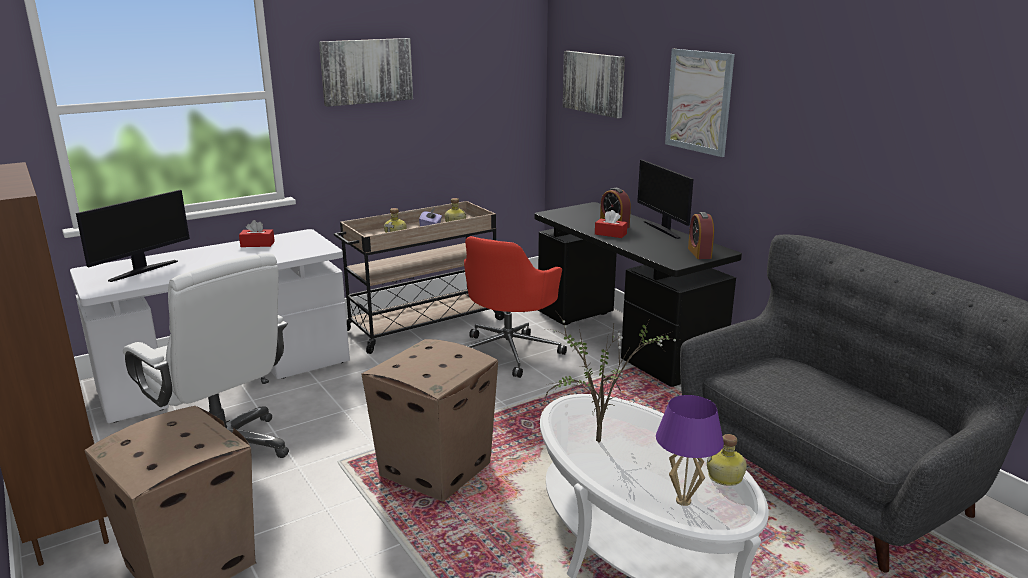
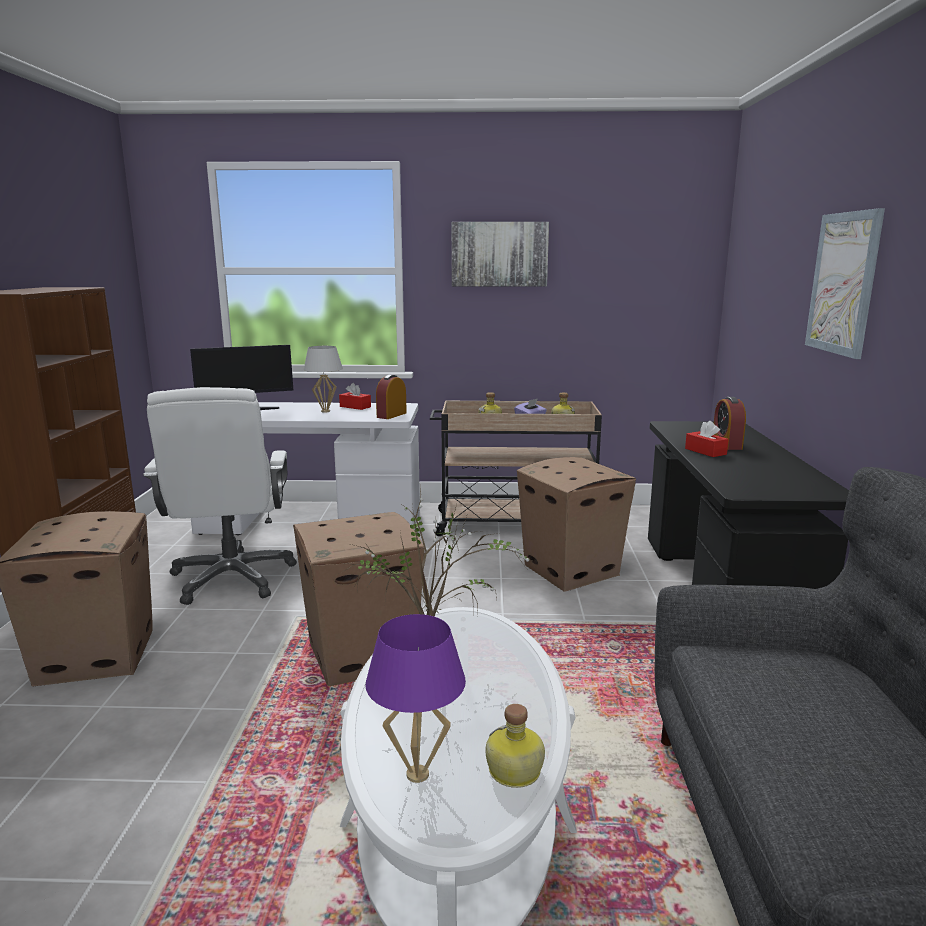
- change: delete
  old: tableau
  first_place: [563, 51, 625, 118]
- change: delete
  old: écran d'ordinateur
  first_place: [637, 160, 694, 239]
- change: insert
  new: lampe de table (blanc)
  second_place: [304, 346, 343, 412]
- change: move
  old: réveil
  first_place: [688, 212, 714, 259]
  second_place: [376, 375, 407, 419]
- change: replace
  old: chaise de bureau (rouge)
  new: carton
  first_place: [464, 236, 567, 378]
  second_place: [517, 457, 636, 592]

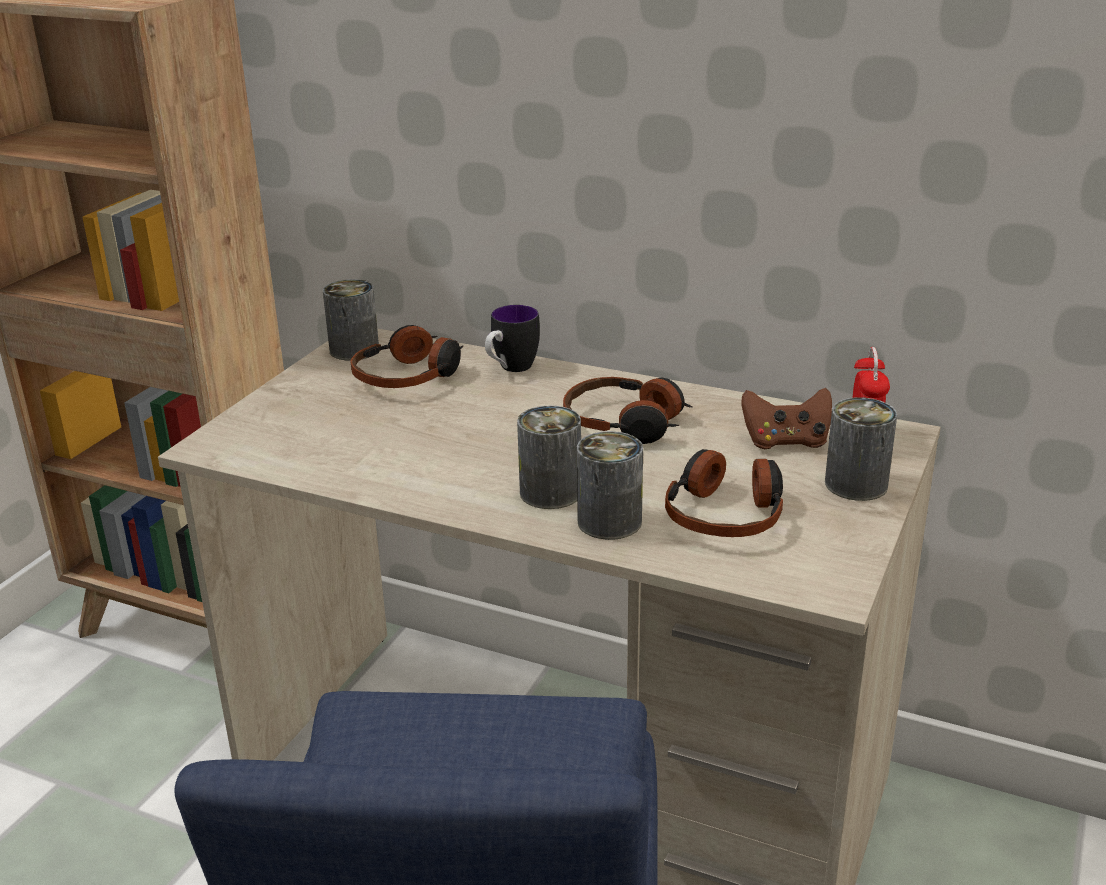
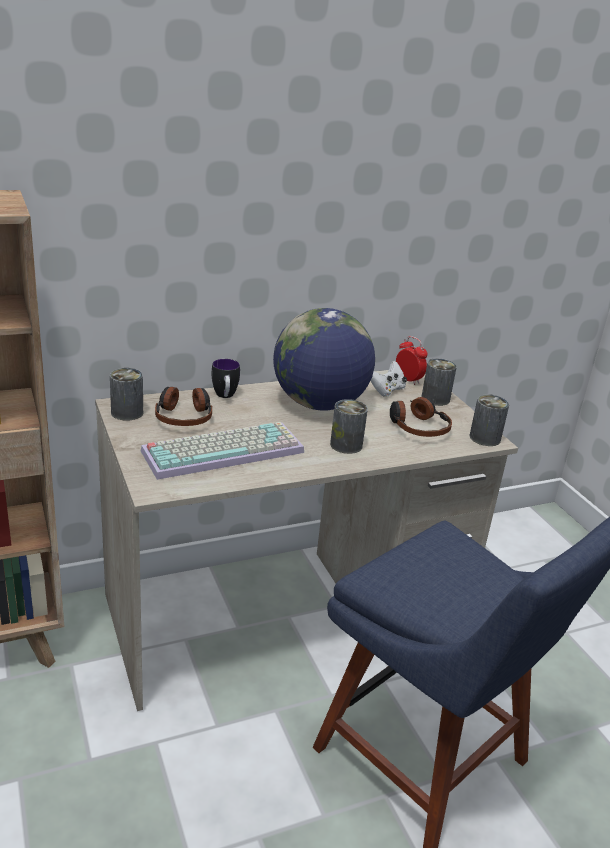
- change: insert
  new: clavier
  second_place: [141, 422, 304, 480]
- change: move
  old: boîte métallique
  first_place: [577, 431, 643, 540]
  second_place: [470, 394, 509, 446]
- change: replace
  old: casque audio
  new: globe
  first_place: [563, 377, 693, 444]
  second_place: [273, 308, 375, 411]
- change: recolor
  old: manette (marron)
  new: manette (blanc)
  first_place: [741, 388, 832, 449]
  second_place: [371, 361, 407, 397]

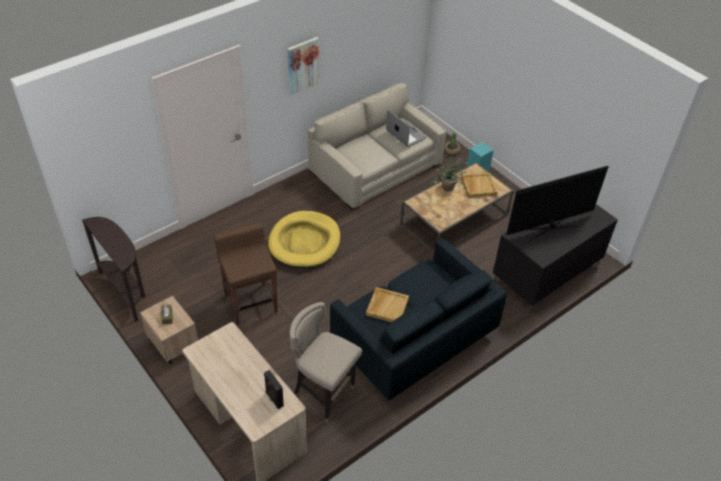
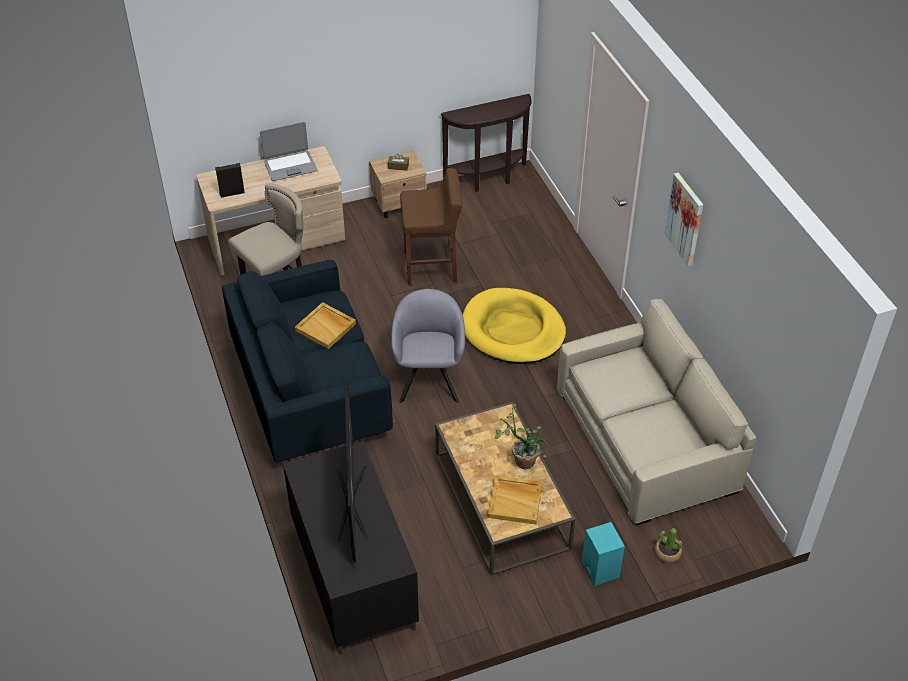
- change: insert
  new: fauteuil (gris)
  second_place: [391, 289, 465, 403]
- change: move
  old: ordinateur portable
  first_place: [386, 110, 426, 147]
  second_place: [260, 122, 318, 181]

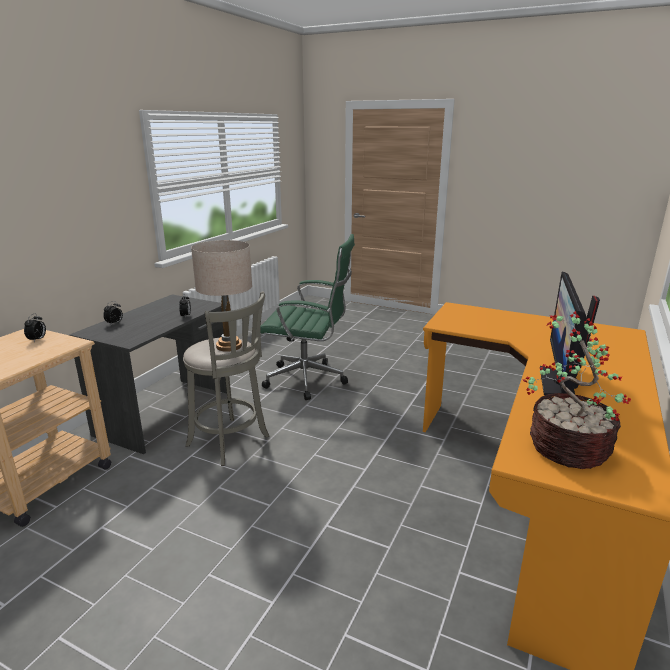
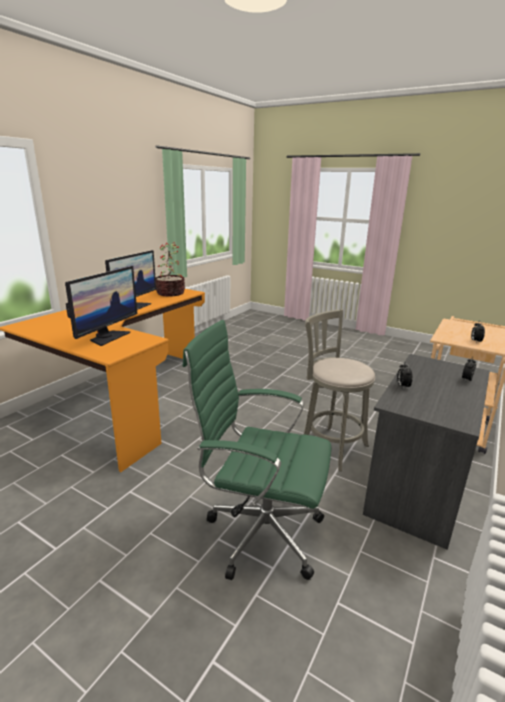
- change: delete
  old: lampe de table (beige)
  first_place: [191, 240, 252, 352]
- change: insert
  new: écran d'ordinateur
  second_place: [65, 266, 137, 346]

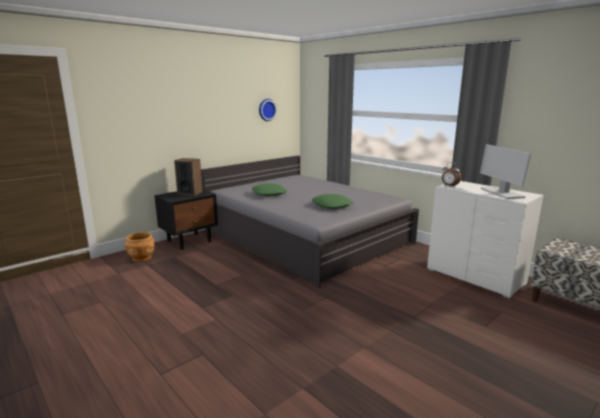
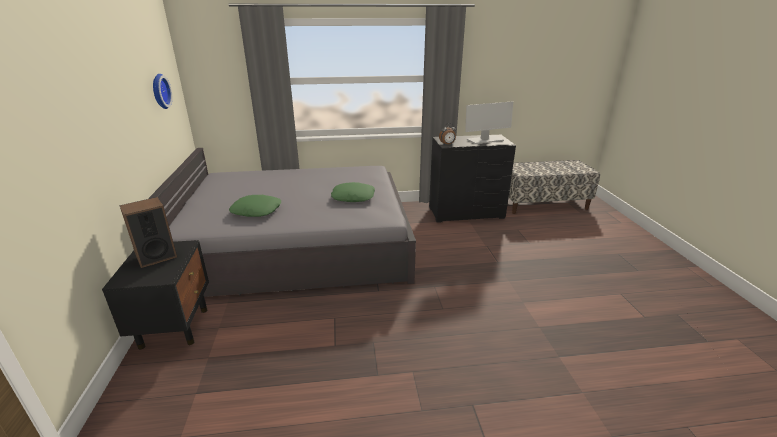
- change: delete
  old: cache-pot (marron)
  first_place: [125, 232, 155, 262]
- change: recolor
  old: commode (blanc)
  new: commode (noir)
  first_place: [427, 181, 544, 299]
  second_place: [429, 135, 516, 223]
- change: rotate
  old: écran d'ordinateur
  first_place: [480, 144, 531, 199]
  second_place: [465, 101, 513, 144]
  degrees: -45

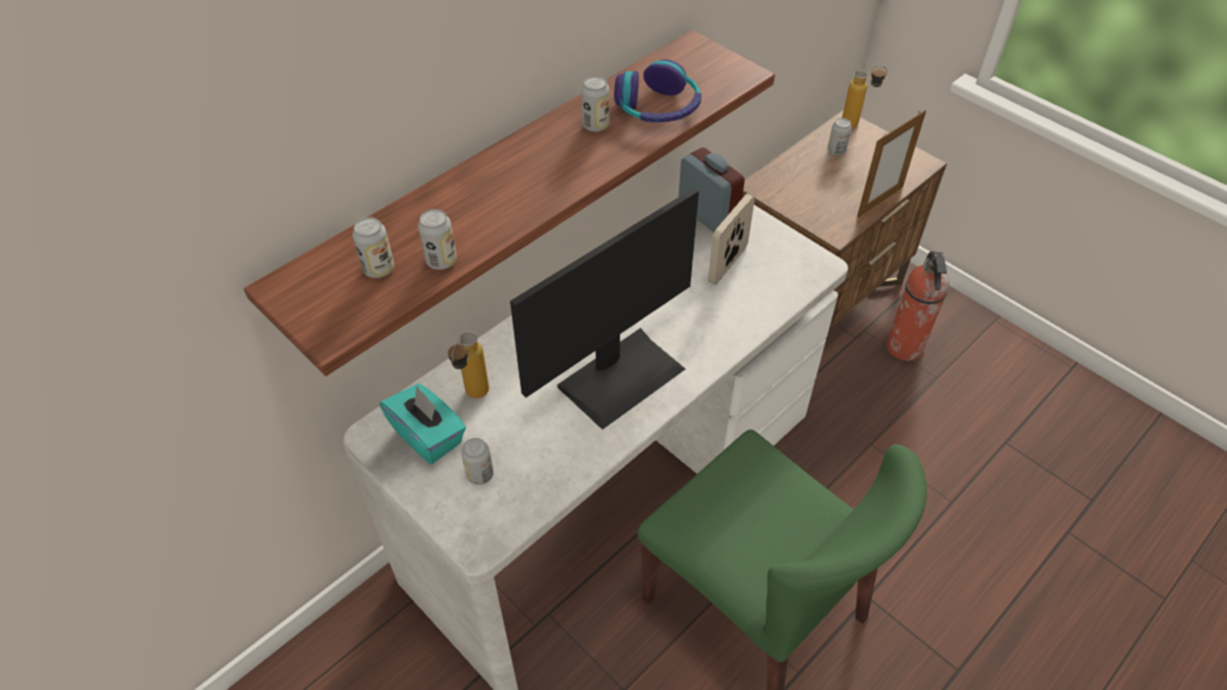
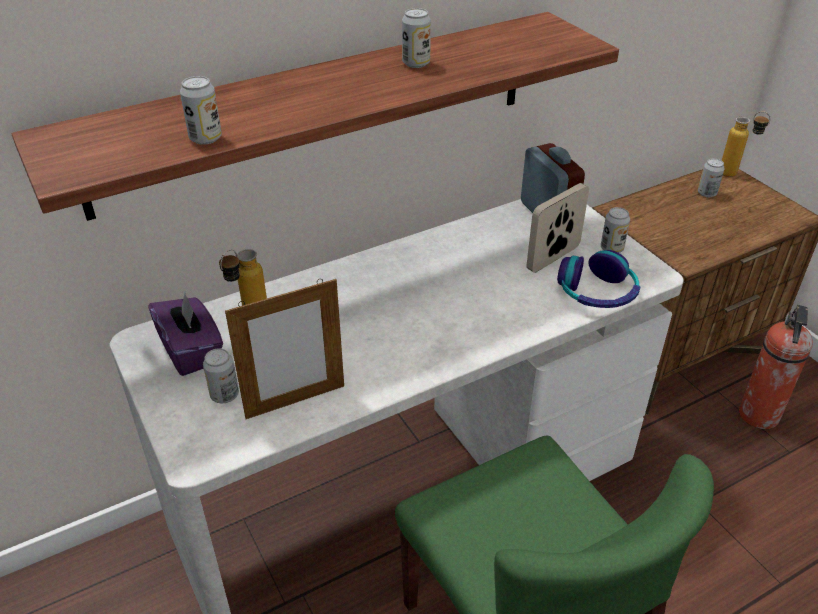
- change: delete
  old: écran d'ordinateur
  first_place: [510, 188, 699, 430]
- change: move
  old: boîte métallique
  first_place: [353, 217, 394, 278]
  second_place: [601, 207, 630, 253]
- change: move
  old: casque audio
  first_place: [614, 60, 702, 122]
  second_place: [557, 250, 640, 308]
- change: move
  old: cadre photo
  first_place: [857, 110, 926, 218]
  second_place: [225, 279, 344, 419]
- change: recolor
  old: boîte à mouchoirs (turquoise)
  new: boîte à mouchoirs (violet)
  first_place: [380, 384, 466, 464]
  second_place: [148, 292, 223, 376]

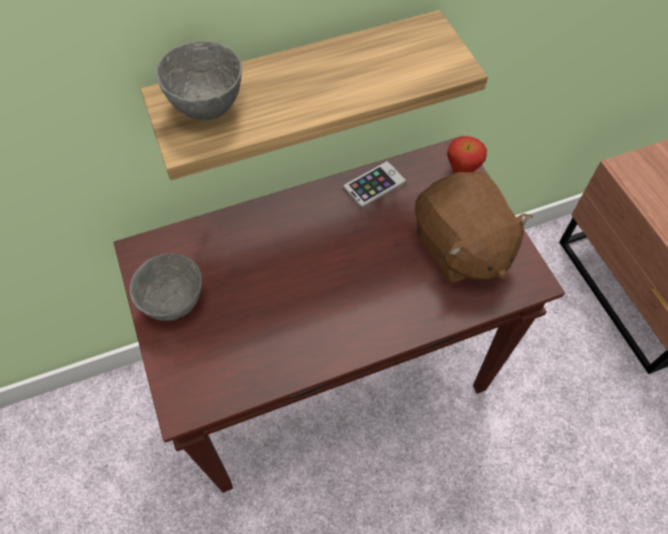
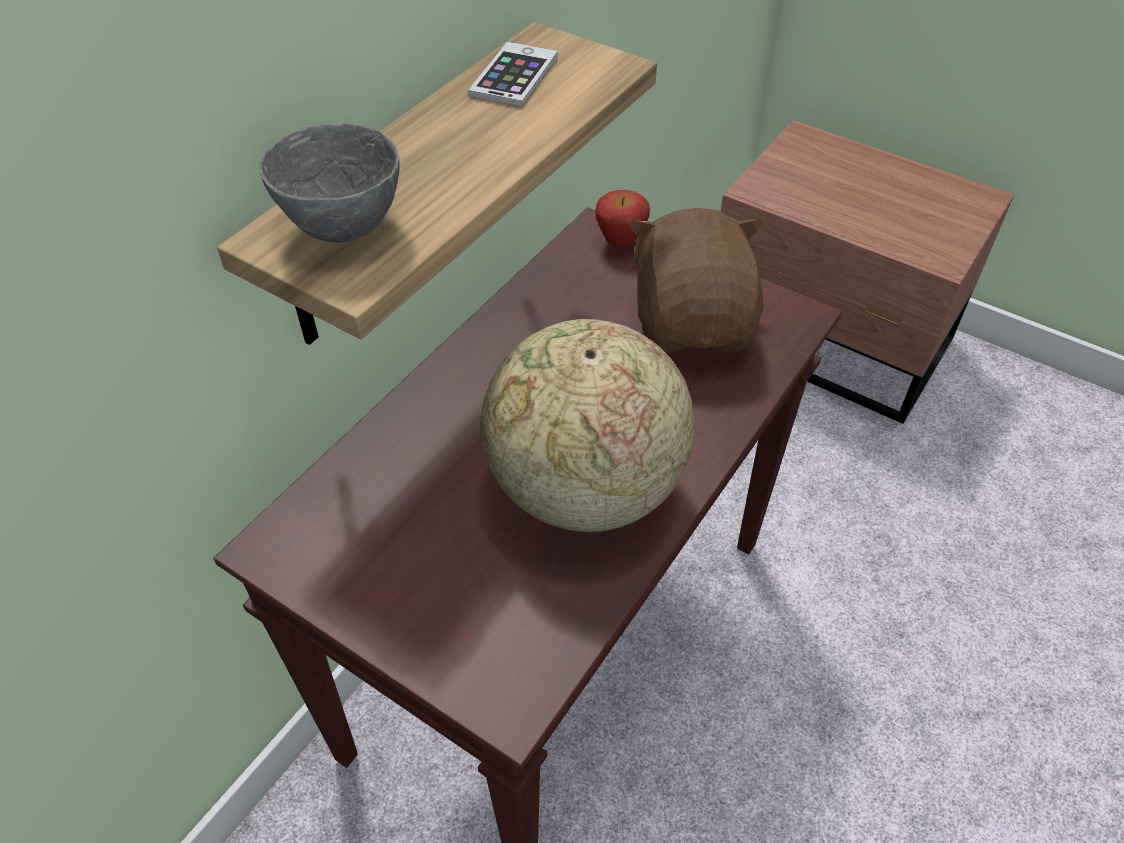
- change: delete
  old: bol (gris)
  first_place: [130, 253, 202, 321]
- change: insert
  new: globe
  second_place: [481, 319, 695, 532]
- change: move
  old: téléphone
  first_place: [343, 161, 406, 208]
  second_place: [468, 42, 558, 107]
- change: rotate
  old: peluche (marron)
  first_place: [415, 172, 533, 283]
  second_place: [629, 208, 763, 353]
  degrees: -120

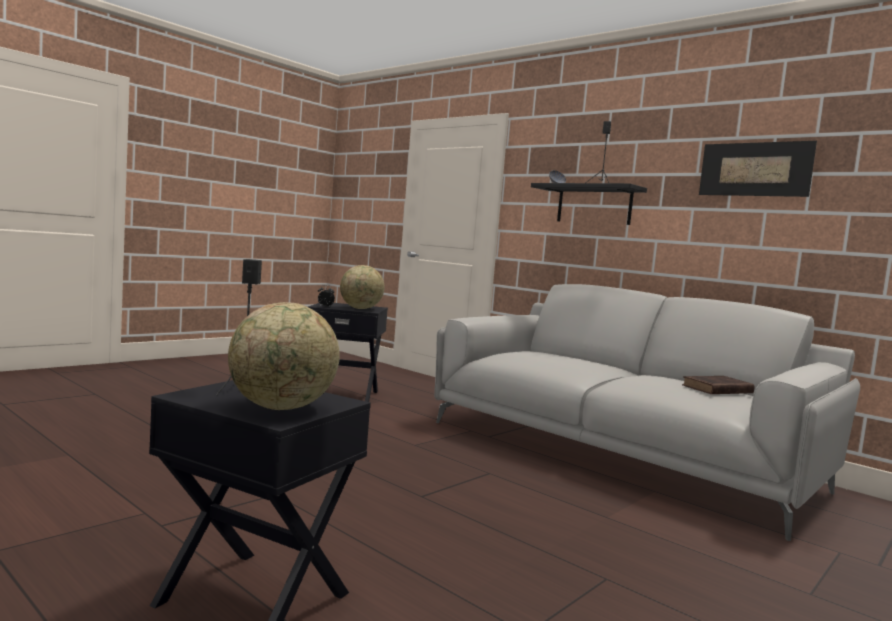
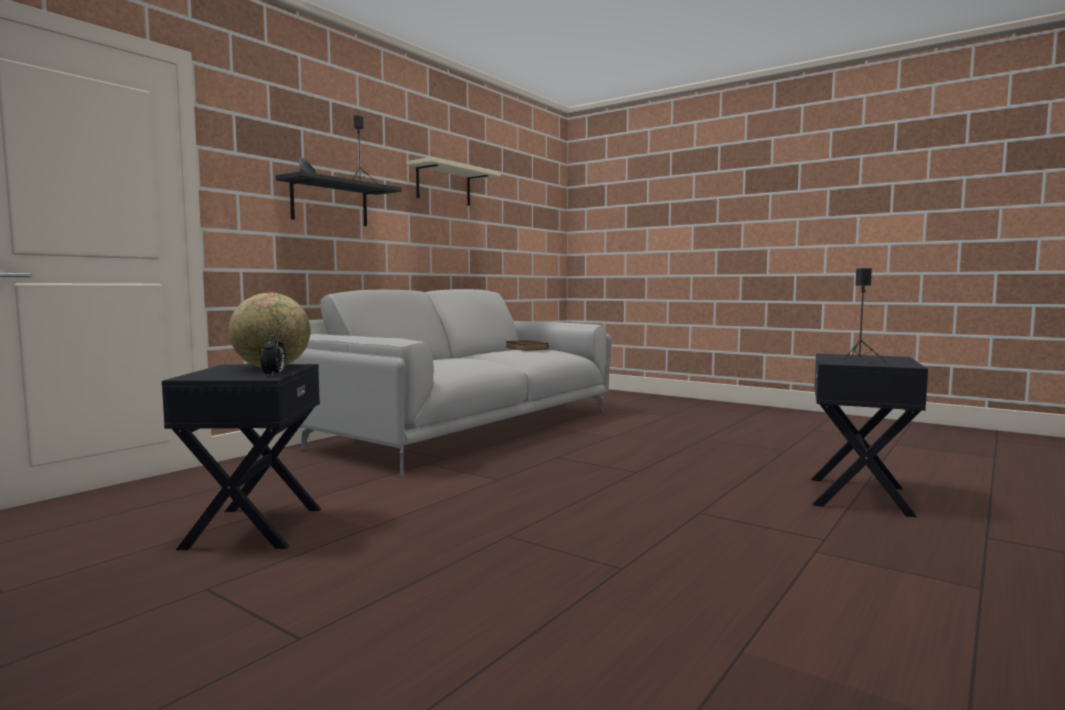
- change: delete
  old: globe
  first_place: [228, 302, 340, 410]
- change: replace
  old: tableau
  new: étagère (beige)
  first_place: [699, 141, 817, 197]
  second_place: [407, 157, 501, 206]

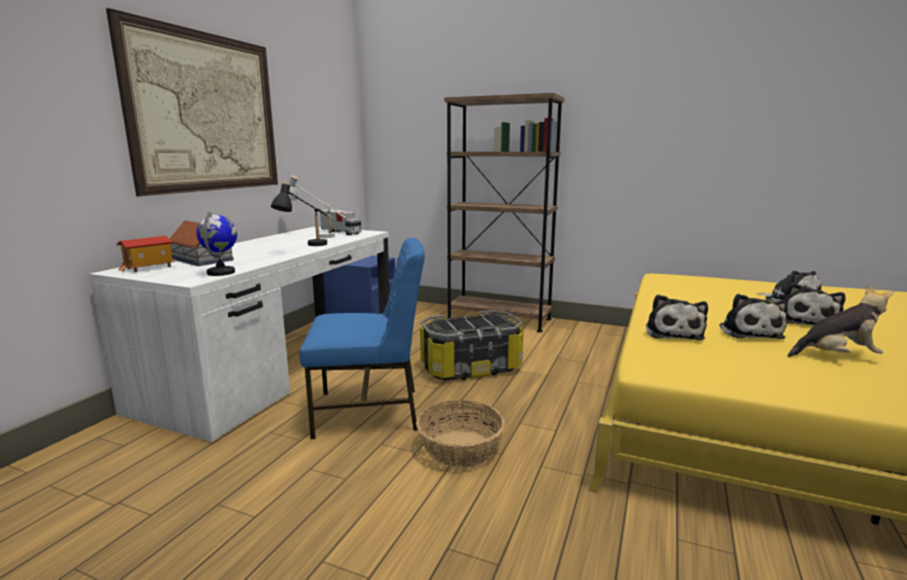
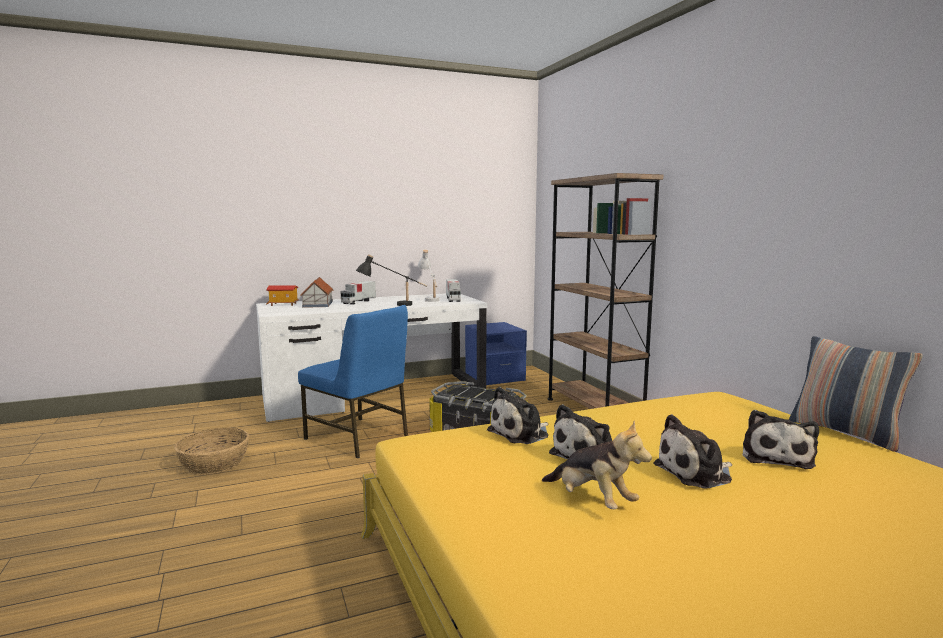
- change: delete
  old: tableau
  first_place: [106, 8, 278, 196]
- change: delete
  old: globe
  first_place: [196, 211, 237, 276]
- change: insert
  new: camion jouet
  second_place: [341, 281, 376, 305]
- change: insert
  new: coussin
  second_place: [789, 336, 923, 452]
- change: move
  old: panier
  first_place: [416, 400, 505, 468]
  second_place: [174, 427, 249, 475]

